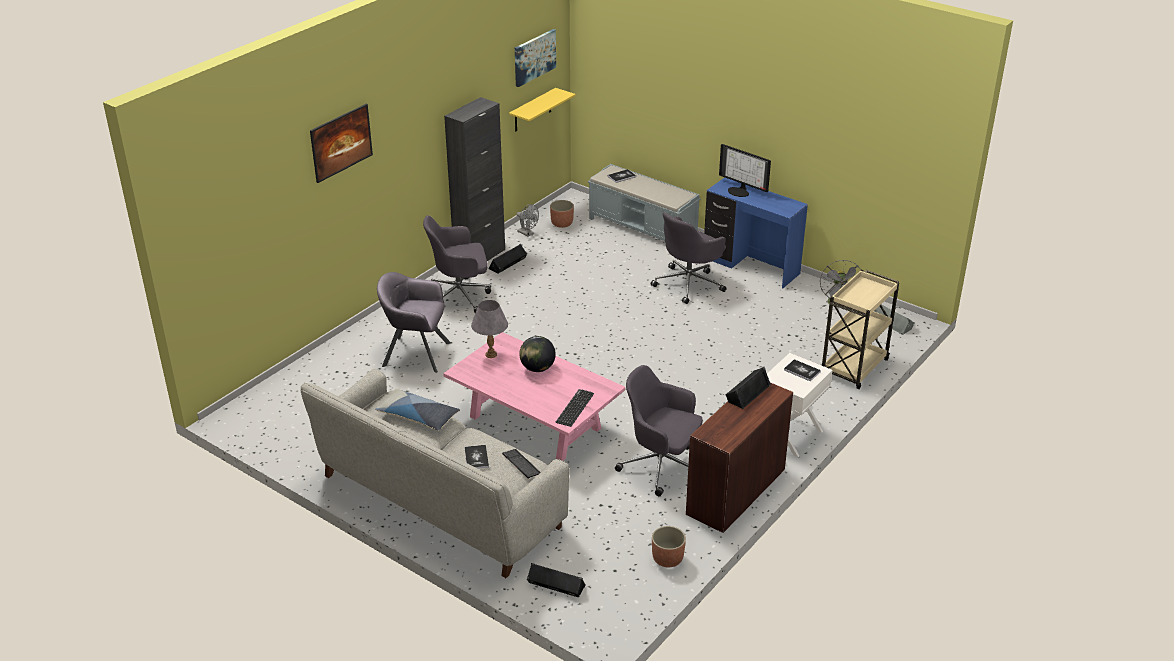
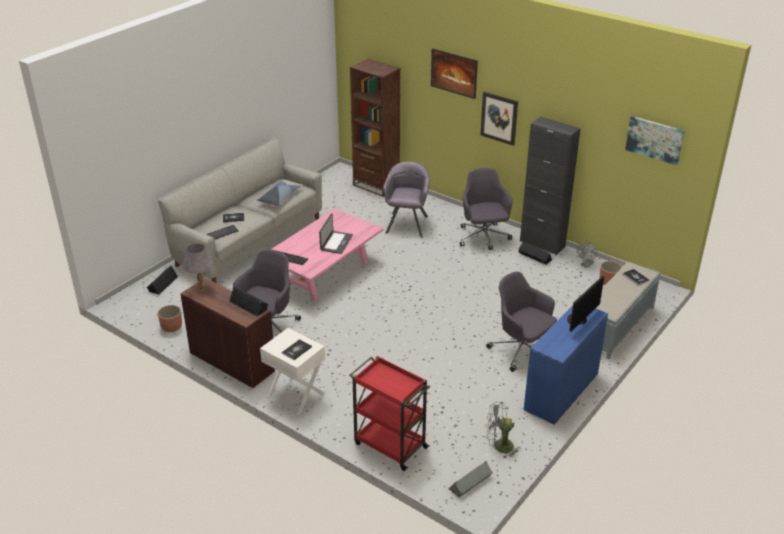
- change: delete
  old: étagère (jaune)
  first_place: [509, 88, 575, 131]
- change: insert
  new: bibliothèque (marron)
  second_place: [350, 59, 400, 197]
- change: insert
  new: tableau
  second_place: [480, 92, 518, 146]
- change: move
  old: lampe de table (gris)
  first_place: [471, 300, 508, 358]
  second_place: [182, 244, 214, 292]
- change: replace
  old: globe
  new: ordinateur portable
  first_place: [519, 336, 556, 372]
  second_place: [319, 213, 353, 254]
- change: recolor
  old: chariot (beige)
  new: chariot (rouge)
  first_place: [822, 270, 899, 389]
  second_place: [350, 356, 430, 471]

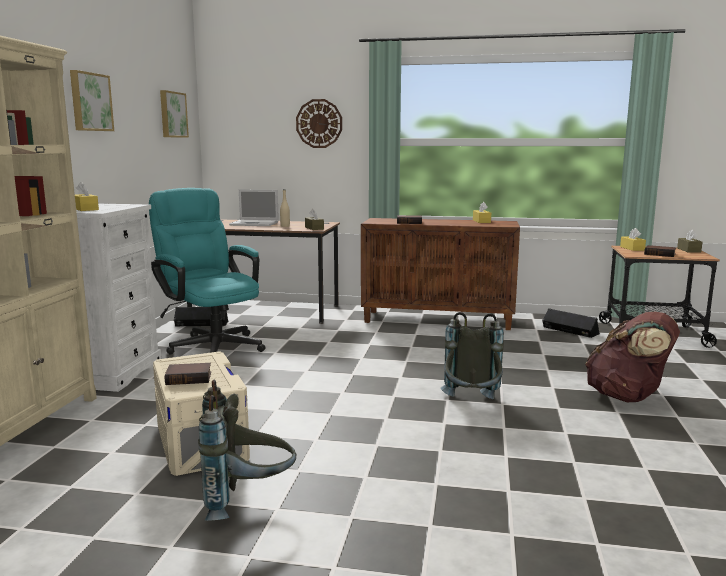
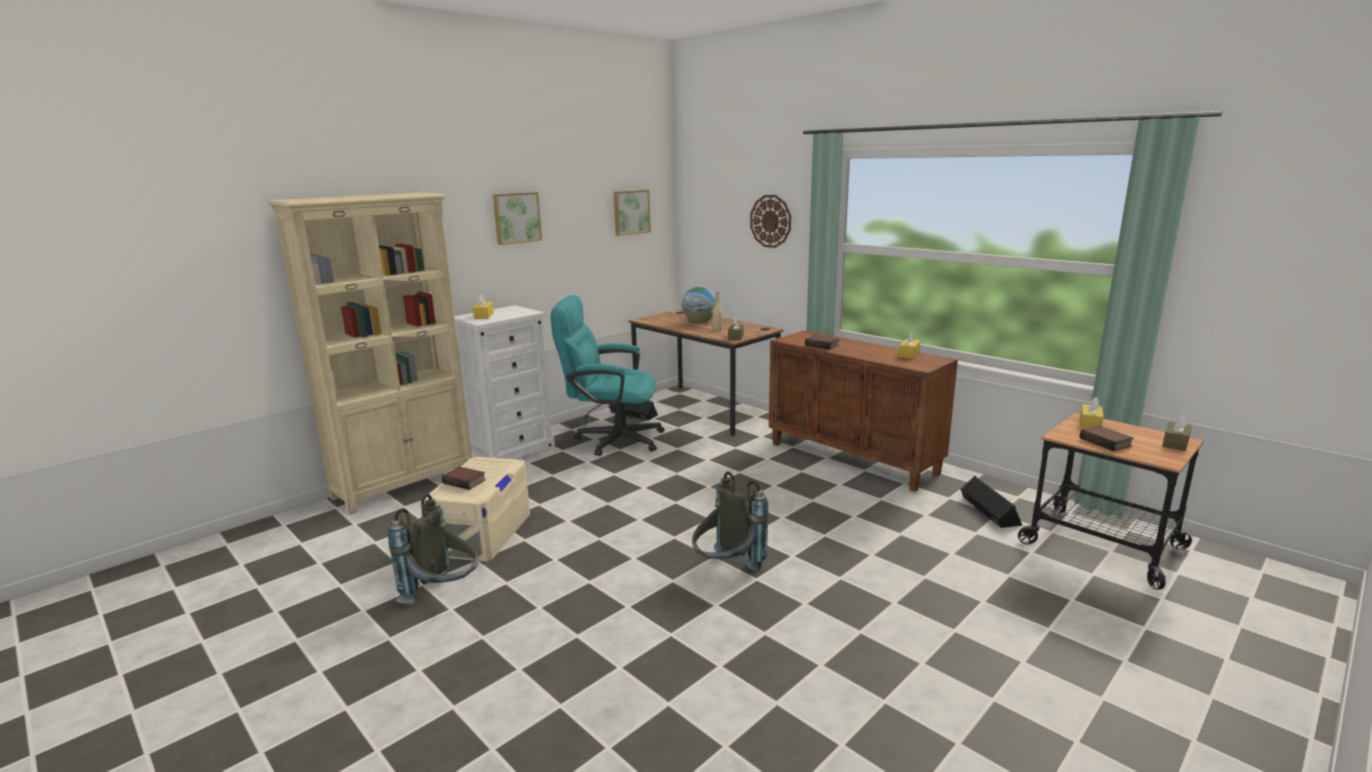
- change: delete
  old: sac à dos (marron)
  first_place: [585, 312, 680, 402]
- change: replace
  old: ordinateur portable
  new: globe
  first_place: [229, 189, 279, 226]
  second_place: [682, 286, 716, 323]
- change: rotate
  old: chaise de bureau (turquoise)
  first_place: [149, 188, 266, 355]
  second_place: [551, 295, 664, 456]
  degrees: -75

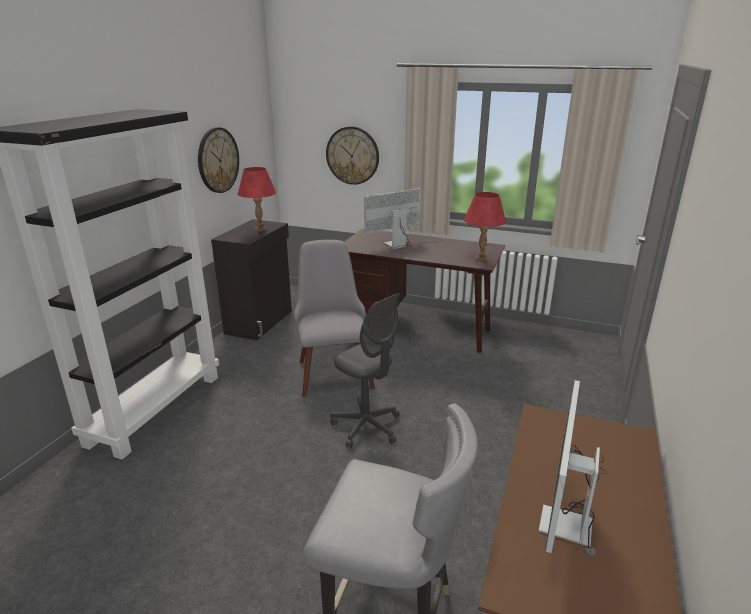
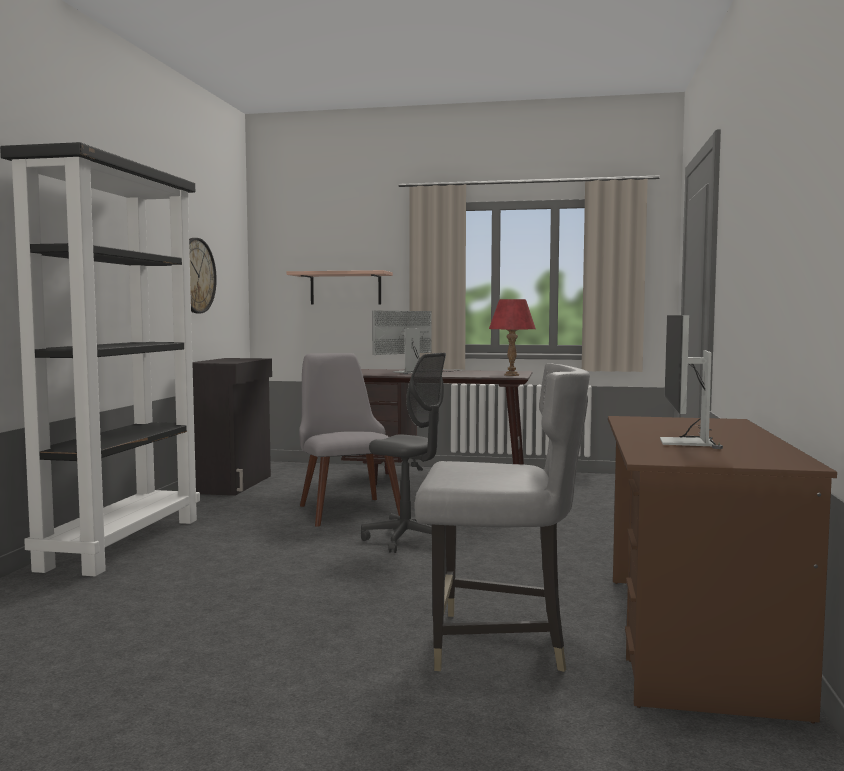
- change: delete
  old: lampe de table (rouge)
  first_place: [238, 167, 276, 232]
- change: replace
  old: horloge murale
  new: étagère
  first_place: [326, 126, 379, 185]
  second_place: [287, 270, 393, 305]

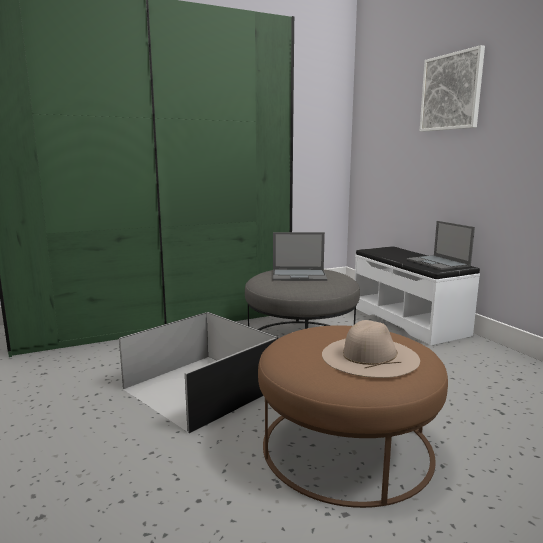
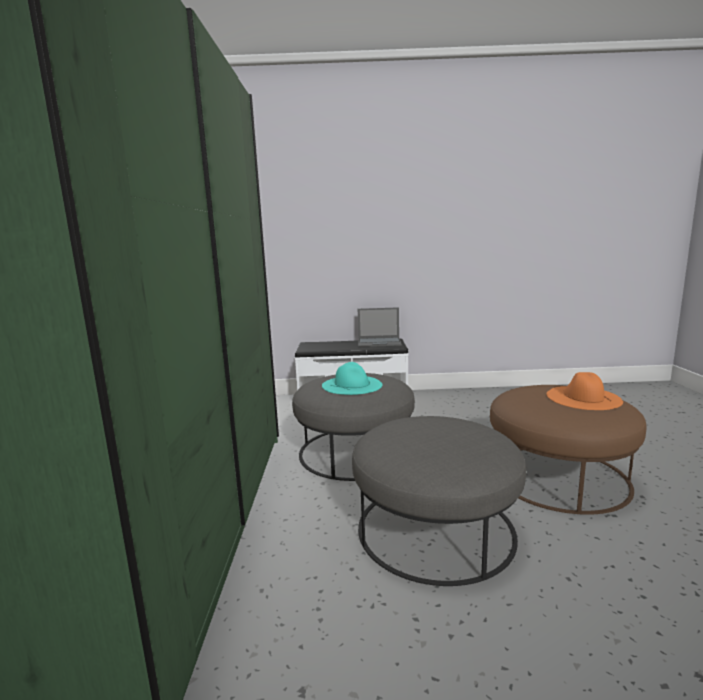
- change: delete
  old: tableau
  first_place: [420, 45, 485, 132]
- change: replace
  old: boîte de rangement (noir)
  new: pouf (gris)
  first_place: [119, 312, 278, 433]
  second_place: [352, 416, 526, 586]
- change: replace
  old: ordinateur portable
  new: chapeau (turquoise)
  first_place: [273, 232, 327, 281]
  second_place: [322, 362, 383, 395]
- change: recolor
  old: chapeau (beige)
  new: chapeau (orange)
  first_place: [322, 320, 420, 378]
  second_place: [546, 372, 623, 410]

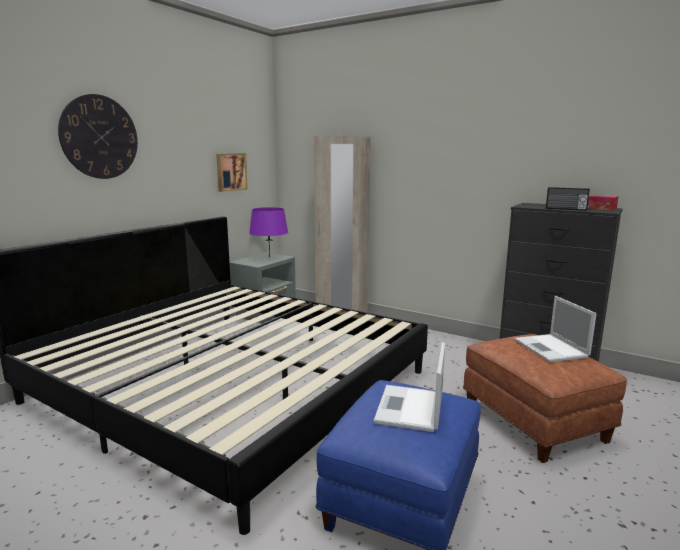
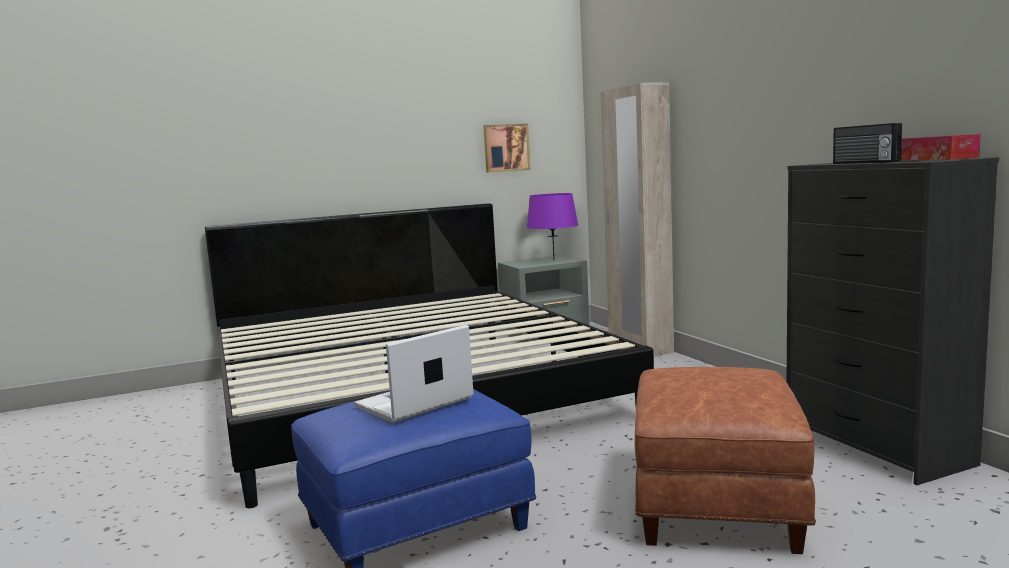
- change: delete
  old: horloge murale
  first_place: [58, 94, 138, 179]
- change: delete
  old: ordinateur portable
  first_place: [514, 296, 597, 362]

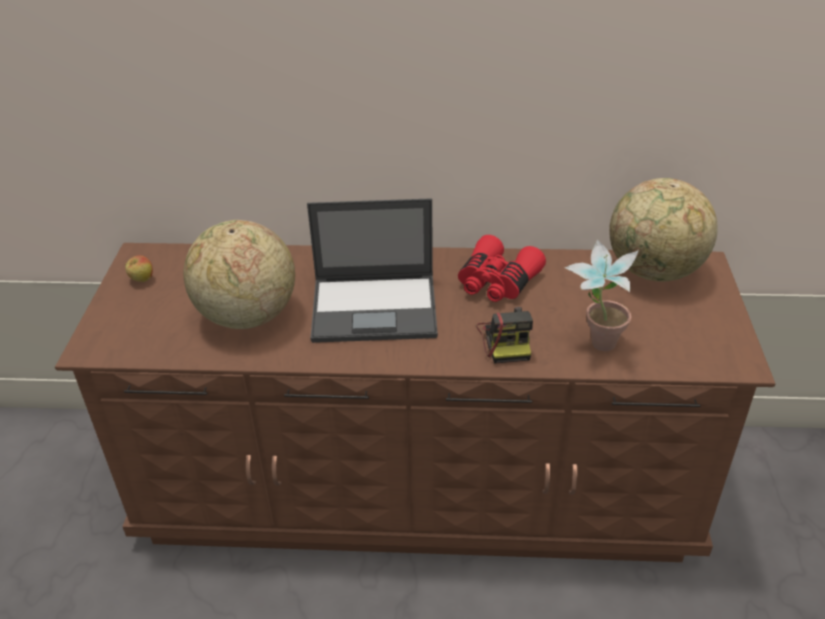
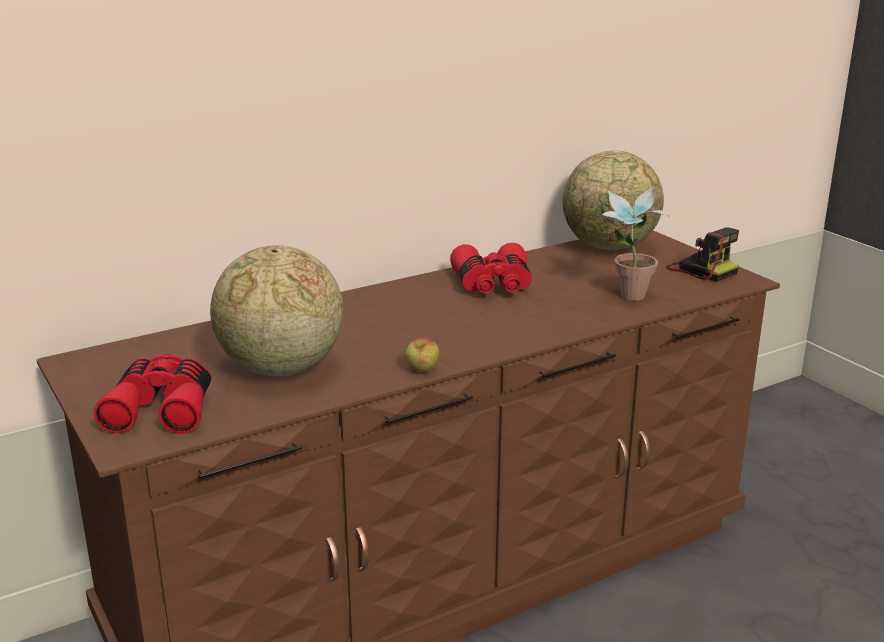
- change: delete
  old: ordinateur portable
  first_place: [307, 198, 438, 343]
- change: insert
  new: jumelles (rouge)
  second_place: [94, 354, 211, 434]
- change: move
  old: pomme
  first_place: [125, 255, 153, 282]
  second_place: [406, 338, 439, 372]
- change: move
  old: appareil photo
  first_place: [477, 307, 533, 364]
  second_place: [666, 227, 739, 282]

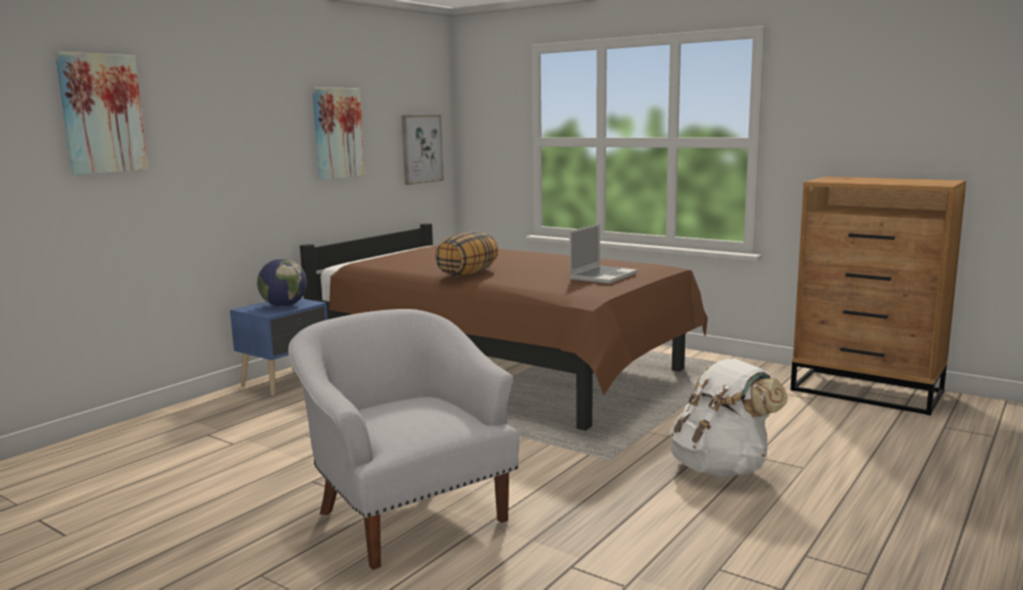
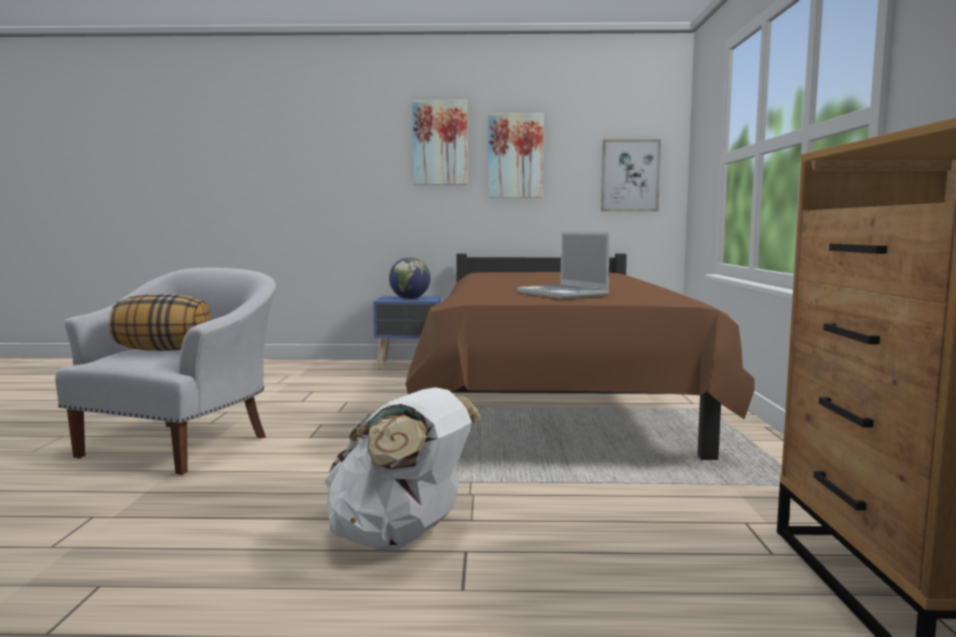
- change: move
  old: tableau
  first_place: [55, 52, 148, 175]
  second_place: [412, 100, 467, 185]
- change: move
  old: coussin
  first_place: [435, 232, 498, 276]
  second_place: [109, 294, 212, 351]
- change: rotate
  old: ordinateur portable
  first_place: [569, 224, 638, 284]
  second_place: [517, 232, 610, 299]
  degrees: 60

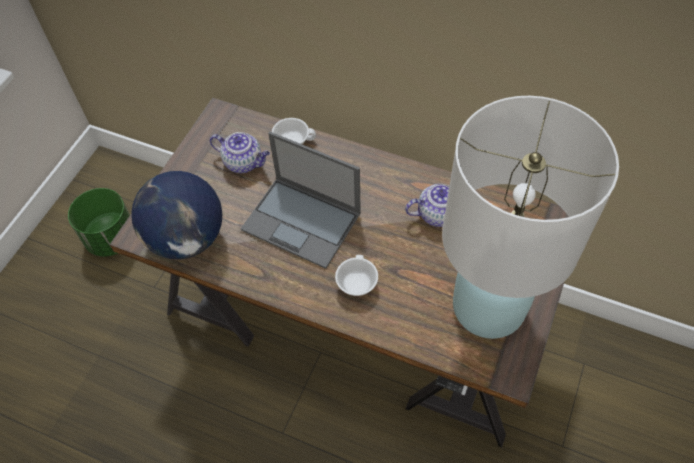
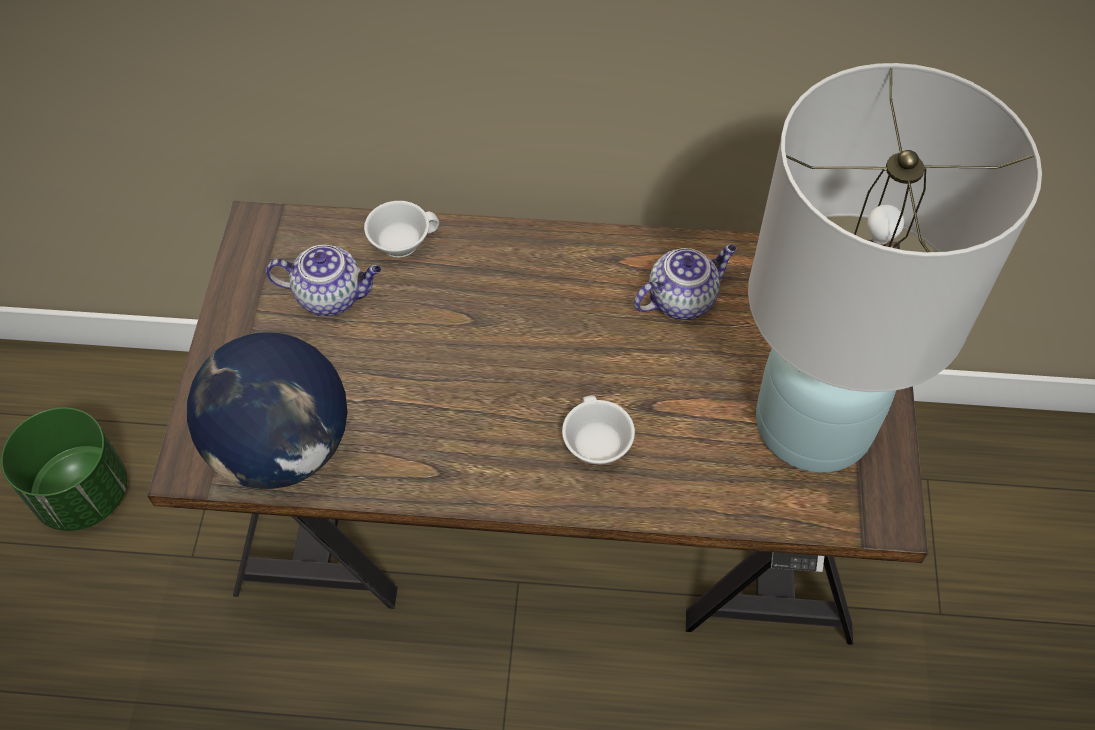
- change: delete
  old: ordinateur portable
  first_place: [241, 132, 361, 269]

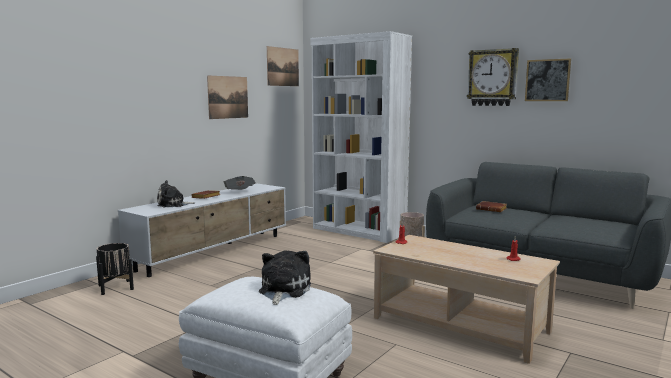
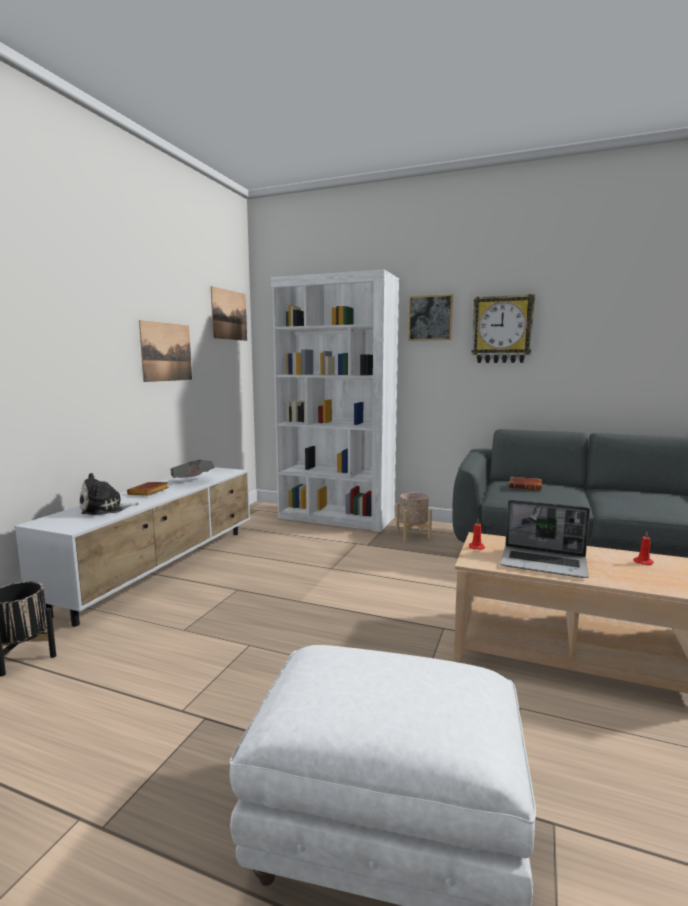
- change: delete
  old: peluche
  first_place: [259, 251, 311, 305]
- change: insert
  new: ordinateur portable
  second_place: [500, 500, 590, 578]
- change: move
  old: tableau
  first_place: [525, 58, 571, 101]
  second_place: [408, 294, 453, 341]

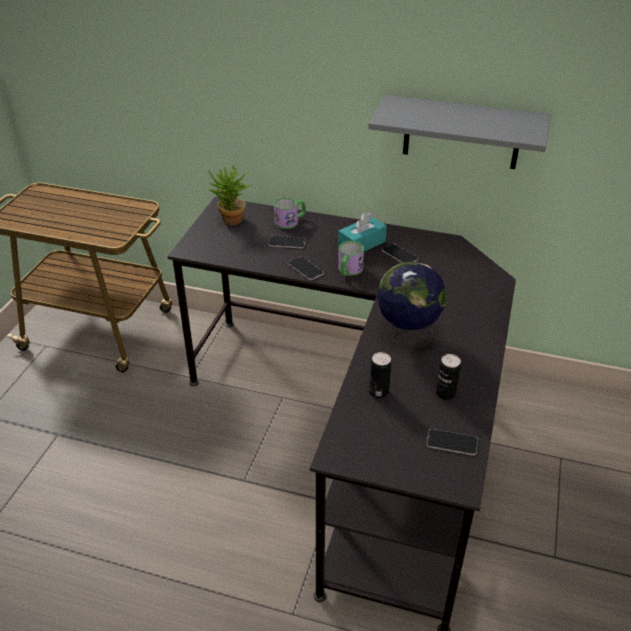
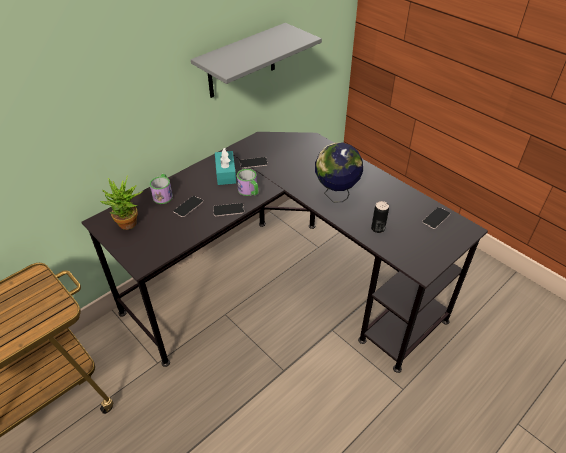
- change: delete
  old: boîte métallique
  first_place: [436, 354, 461, 400]

